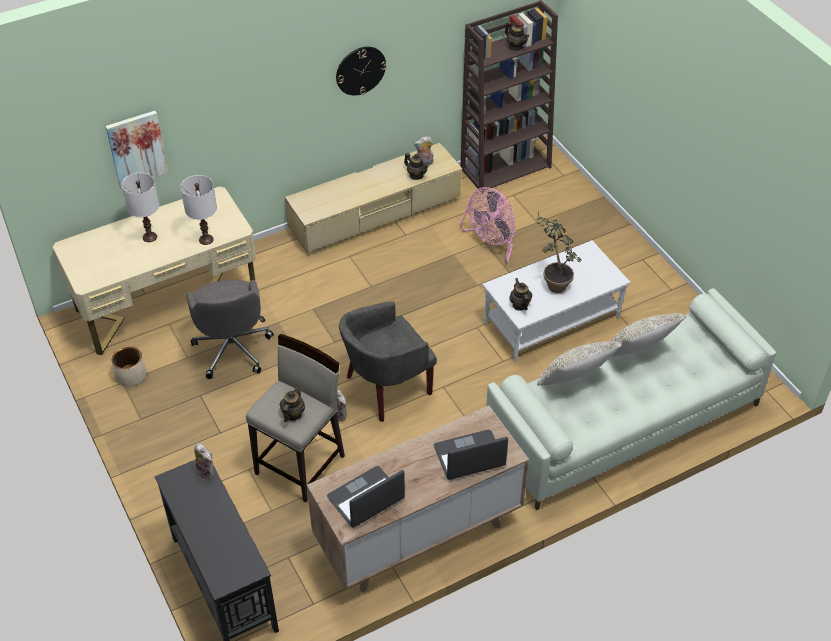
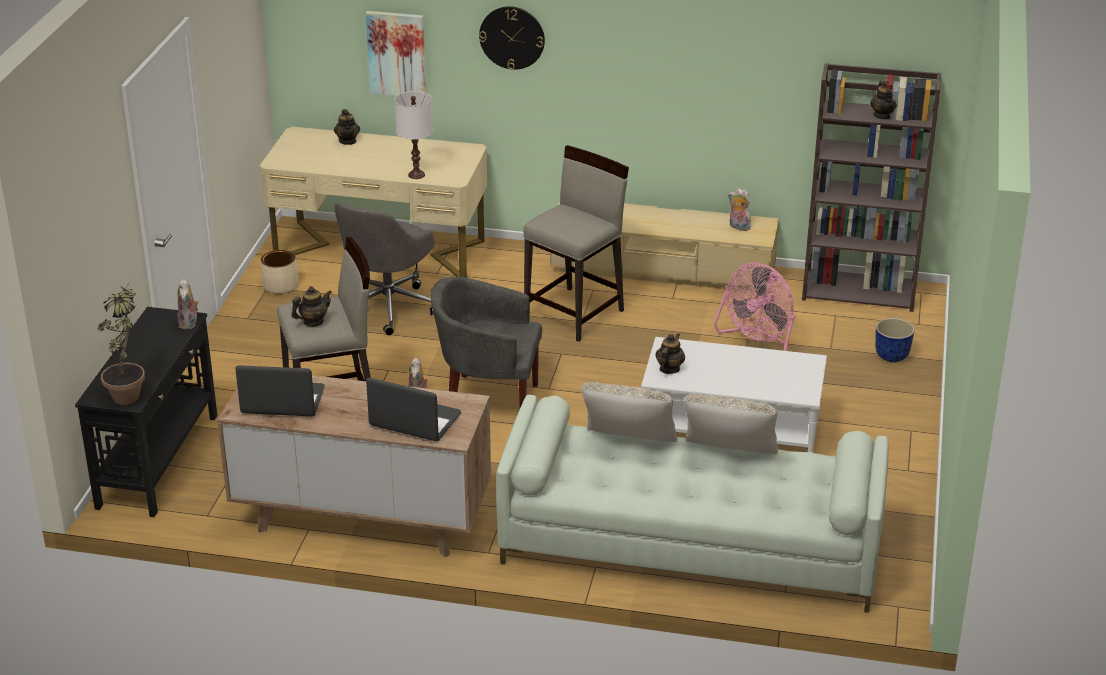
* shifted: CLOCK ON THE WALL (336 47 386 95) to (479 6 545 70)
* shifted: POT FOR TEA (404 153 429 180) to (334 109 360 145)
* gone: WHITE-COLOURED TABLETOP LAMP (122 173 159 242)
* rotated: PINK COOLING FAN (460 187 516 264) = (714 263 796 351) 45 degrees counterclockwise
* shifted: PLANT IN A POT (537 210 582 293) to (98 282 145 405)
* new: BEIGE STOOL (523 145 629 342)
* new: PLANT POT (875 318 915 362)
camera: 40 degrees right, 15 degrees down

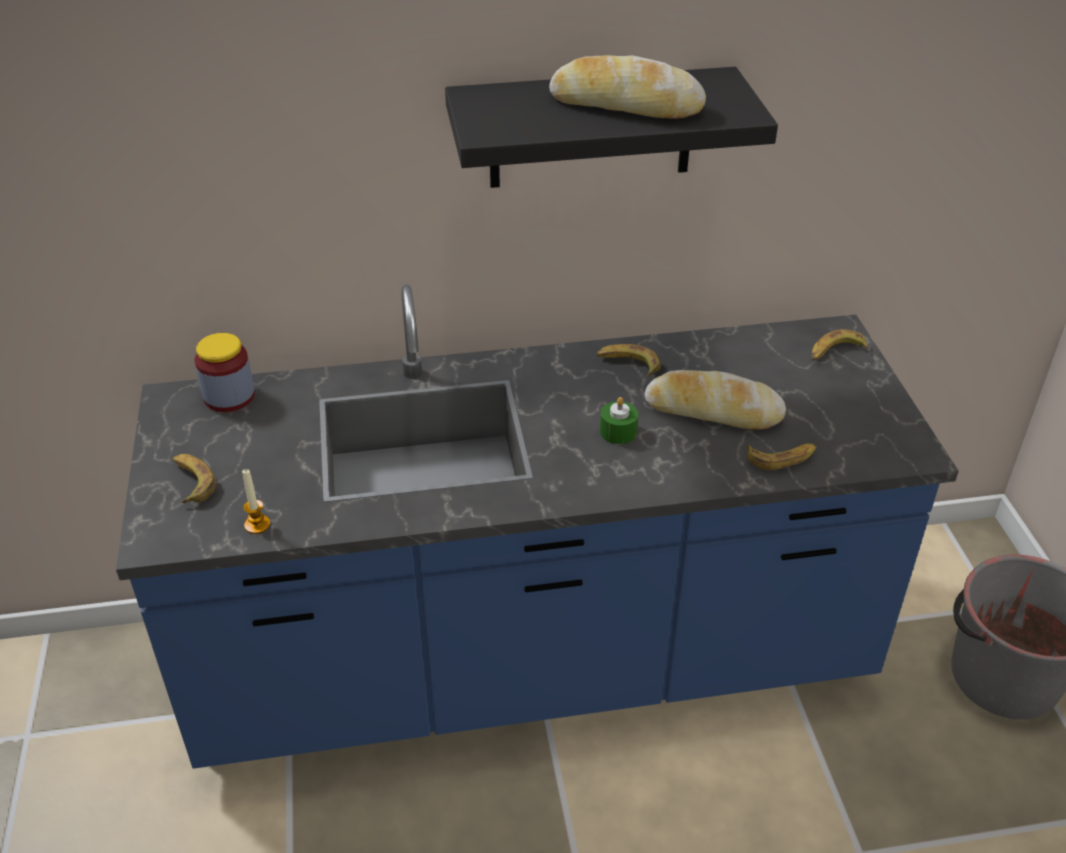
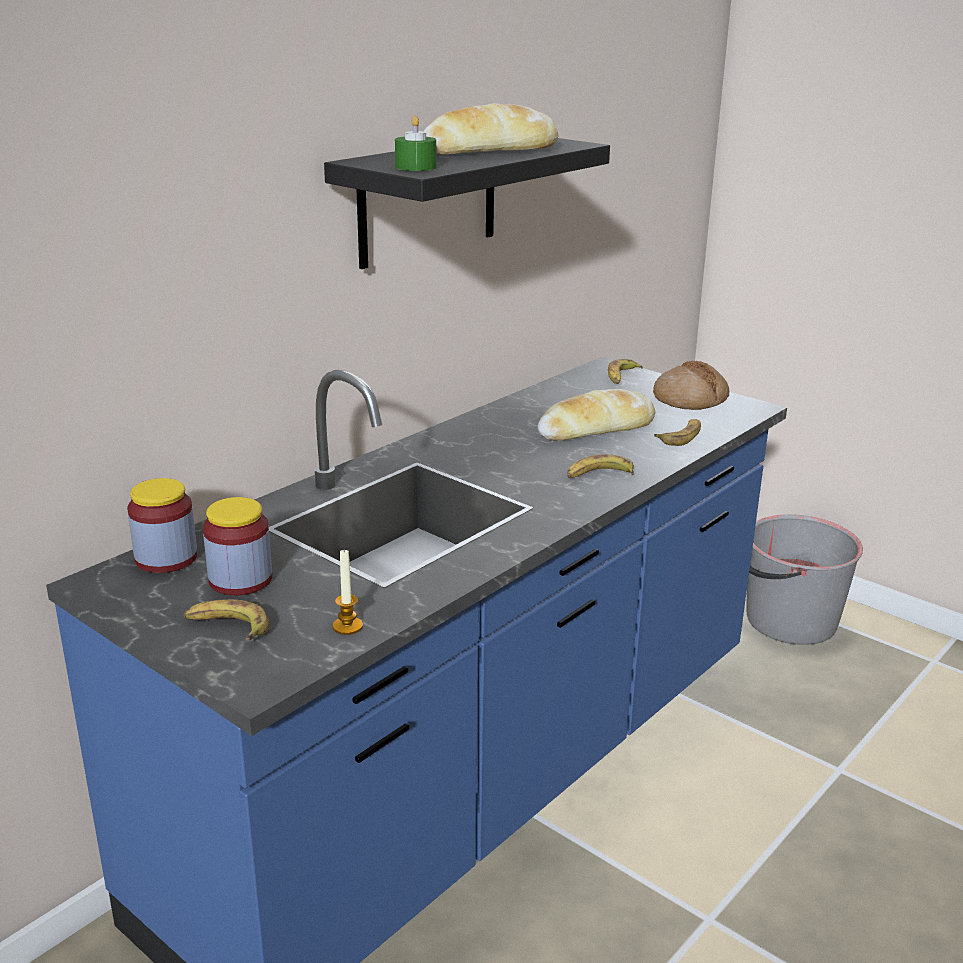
* shifted: WHOLE BANANA (597 344 661 377) to (567 454 634 478)
* shifted: GREENISH WAX LIGHT (600 397 638 444) to (395 116 436 171)
* new: BAKERY BREAD (653 361 729 410)
* new: STORAGE JAR (203 497 272 595)
camera: 40 degrees left, 15 degrees down

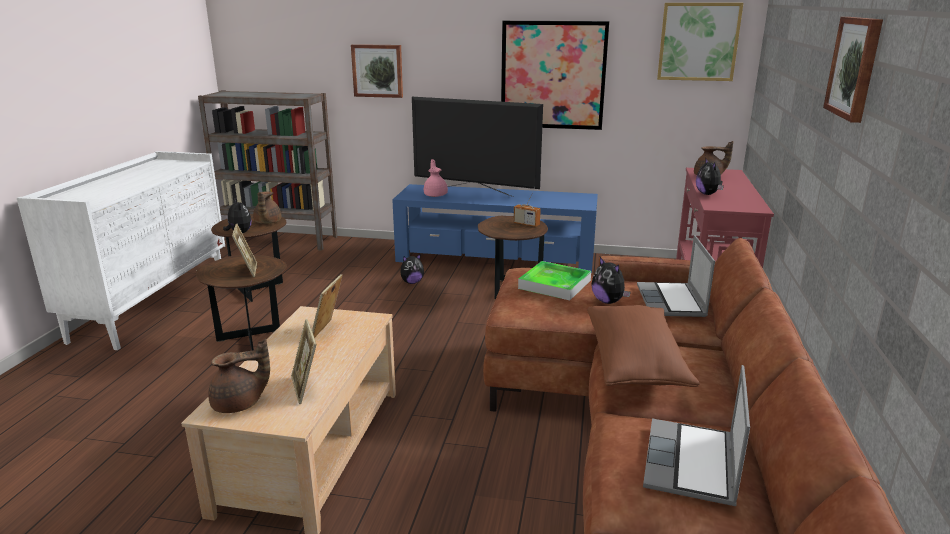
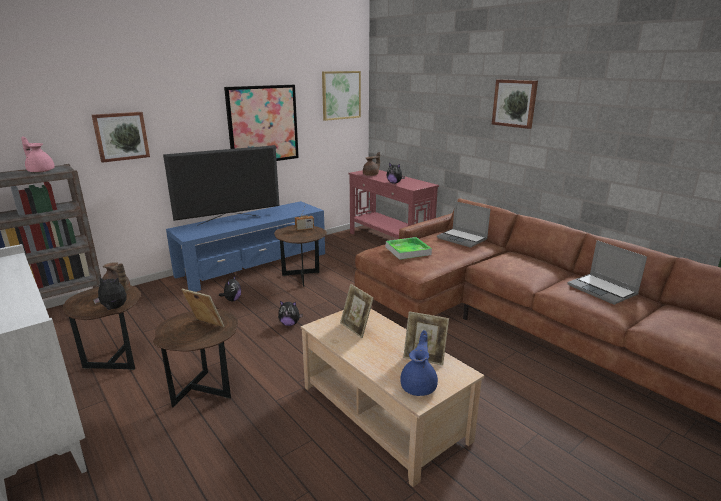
* shifted: PINK POT FOR TEA (424 159 448 197) to (21 137 55 173)
* shifted: PLUSH TOY (591 257 631 304) to (278 301 303 326)
* gone: BROWNISH CUSHION (587 305 700 387)
* repainted: BROWNISH POT FOR TEA (208 339 270 413) to BLUE POT FOR TEA (400 330 438 396)
camera: 50 degrees left, 0 degrees up

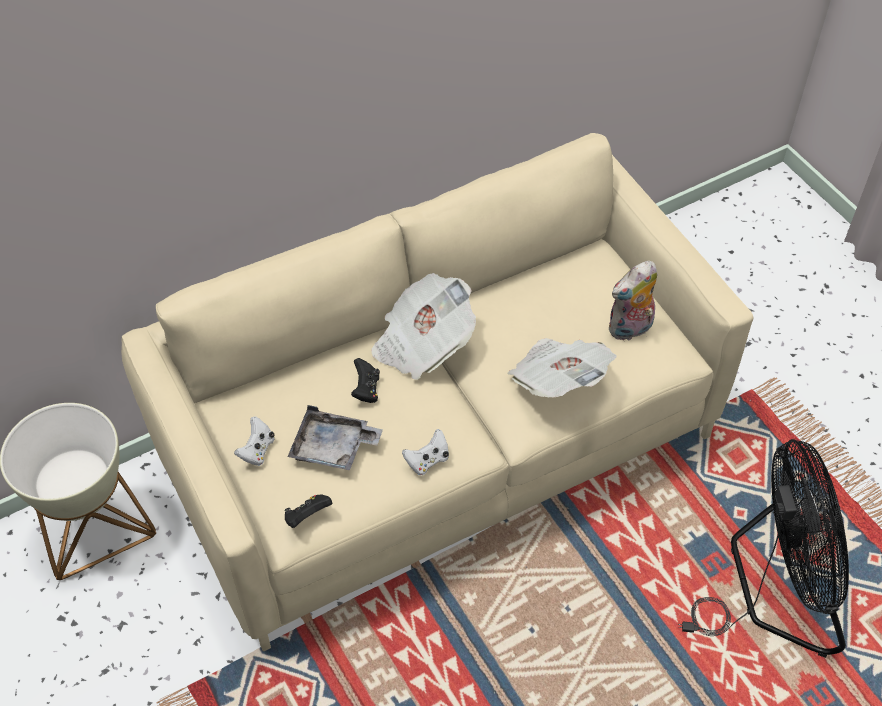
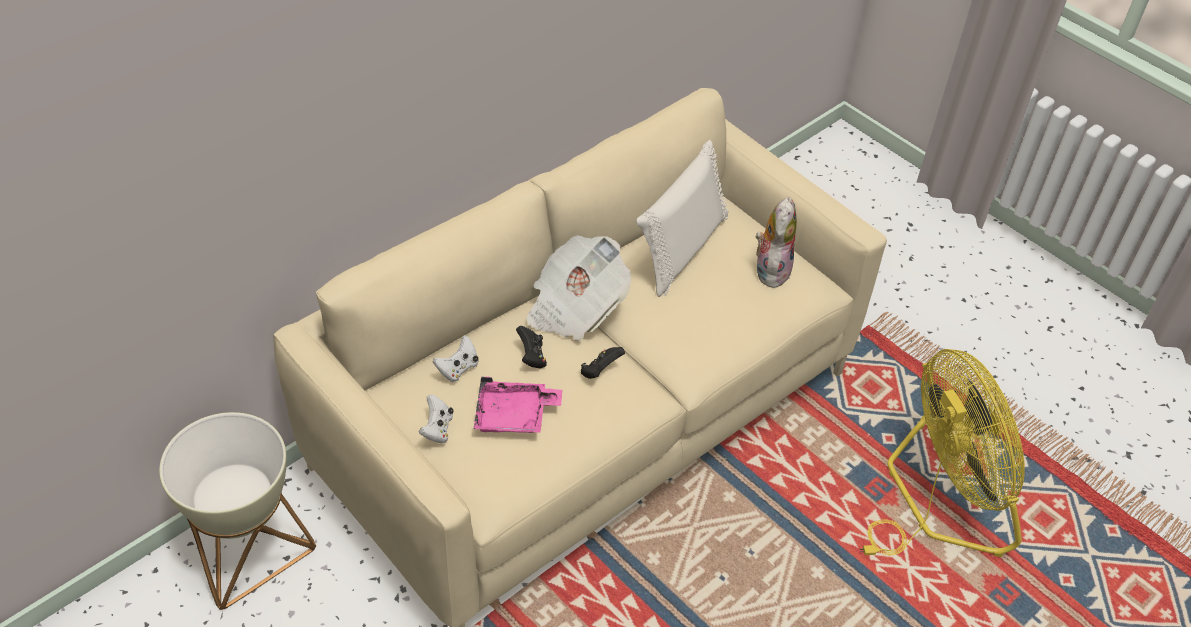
* rotated: PLUSH TOY (609 261 657 342) = (756 197 797 288) 150 degrees clockwise
* gone: NEWSPAPER (507 338 616 397)
* repainted: GREY SERVING TRAY (287 405 383 470) to PINK SERVING TRAY (474 377 562 433)
* shifted: WHITE-COLOURED JOYPAD (402 429 449 475) to (433 336 478 382)
* repainted: BLACK COOLING FAN (678 439 849 658) to YELLOW-COLOURED COOLING FAN (860 349 1025 557)
* shifted: BLACK JOYPAD (284 494 332 528) to (581 347 625 379)
* new: WHITE-COLOURED CUSHION (636 140 729 297)
camera: 15 degrees left, 5 degrees down

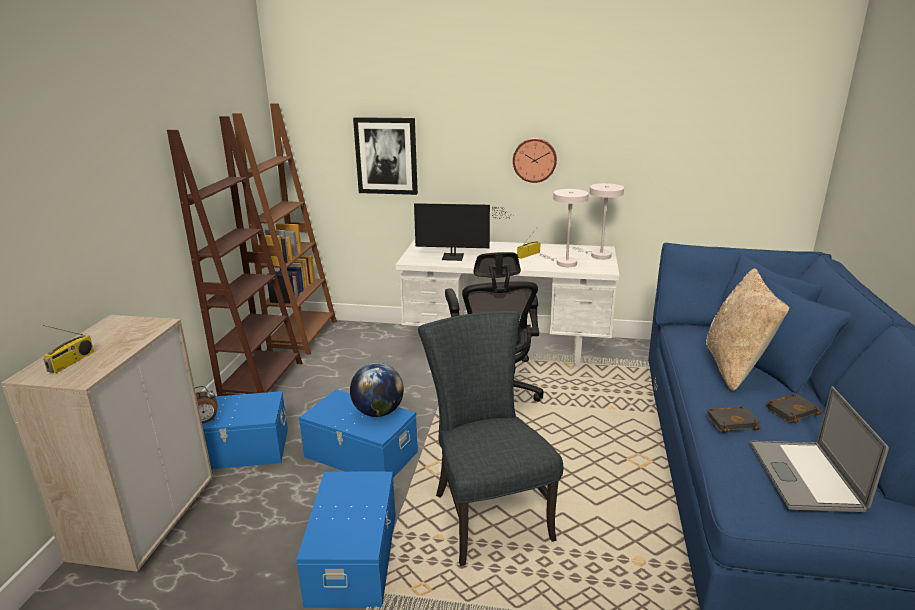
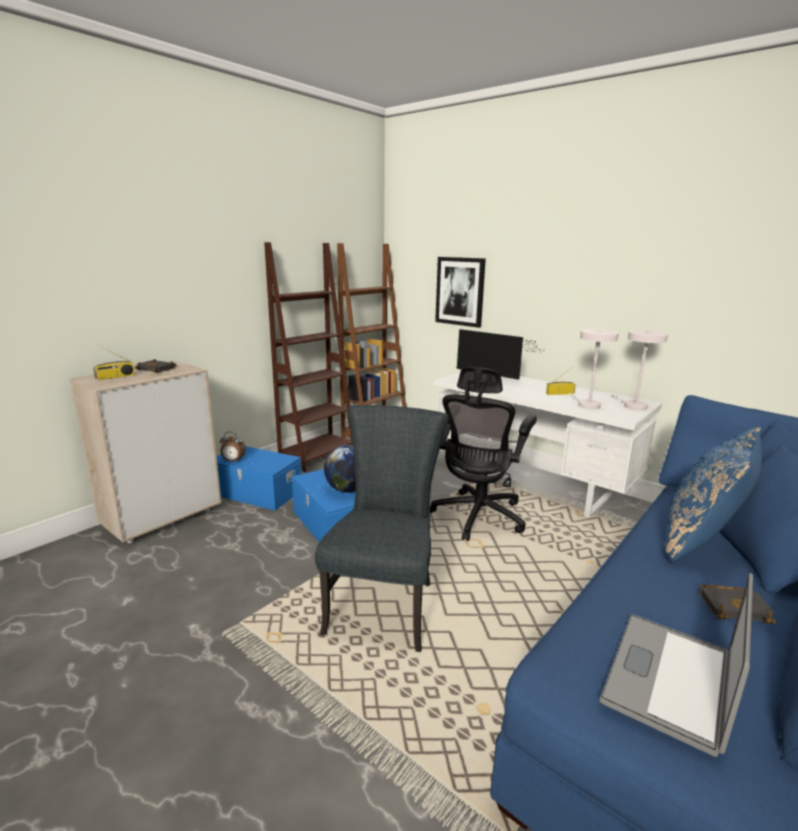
* gone: CLOCK ON THE WALL (513 138 557 183)
* repainted: BEIGE CUSHION (706 269 789 391) to BLUE CUSHION (665 426 762 562)
* shifted: BLACK VOLUME (707 406 761 433) to (135 359 177 373)
* gone: BLUE STORAGE BIN (296 472 395 608)
camera: 30 degrees right, 5 degrees down

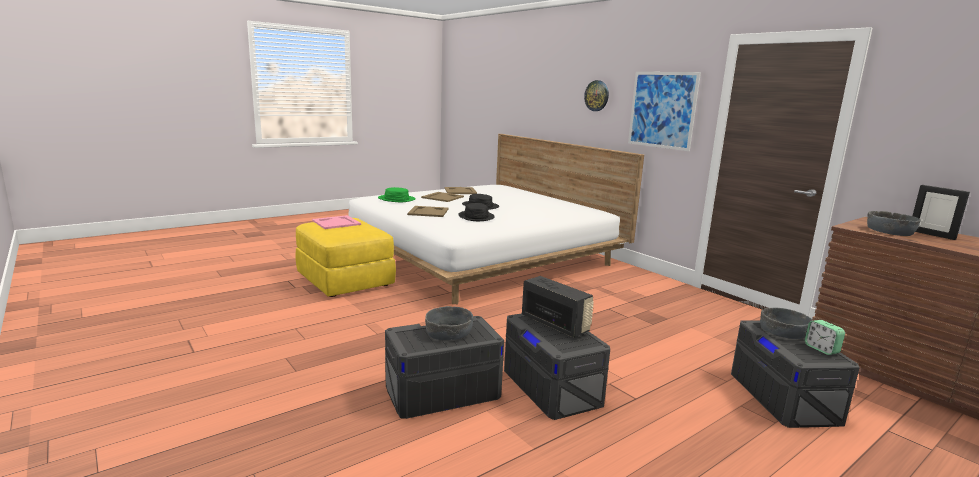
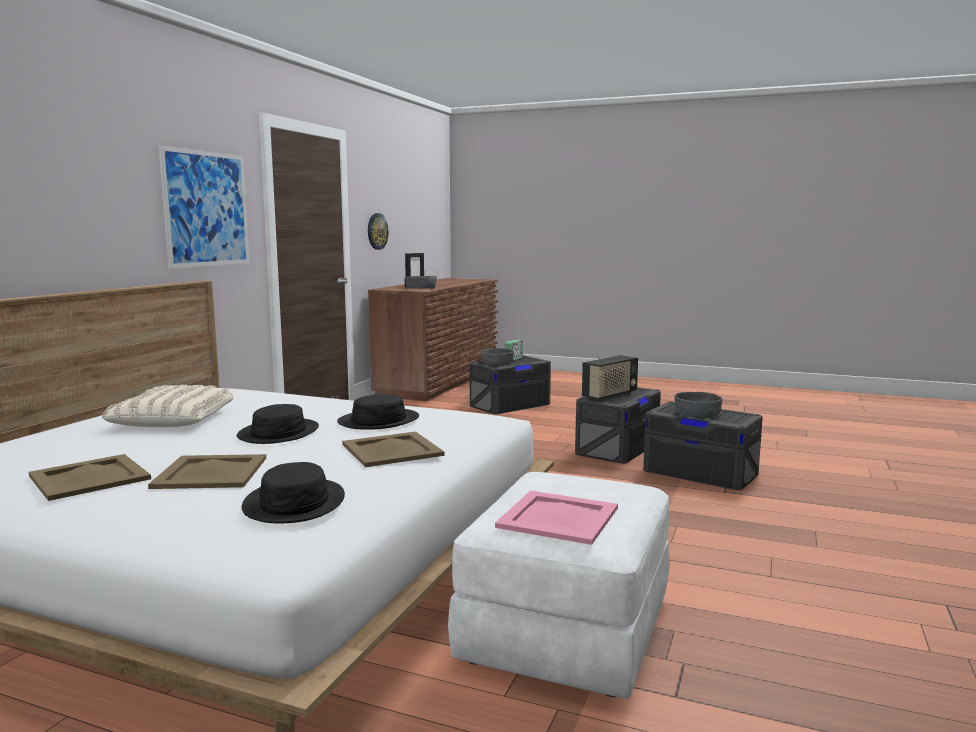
* shifted: CLOCK ON THE WALL (584 80 609 111) to (368 213 388 250)
* repainted: GREENISH HAT (378 187 416 202) to BLACK HAT (242 462 345 523)
* repainted: YELLOW-COLOURED OTTOMAN (295 218 396 297) to WHITE-COLOURED OTTOMAN (448 472 670 699)
* rotated: RADIO (522 276 594 338) = (582 355 638 400) 150 degrees counterclockwise
* new: BEIGE CUSHION (102 385 234 427)
camera: 120 degrees left, 5 degrees down

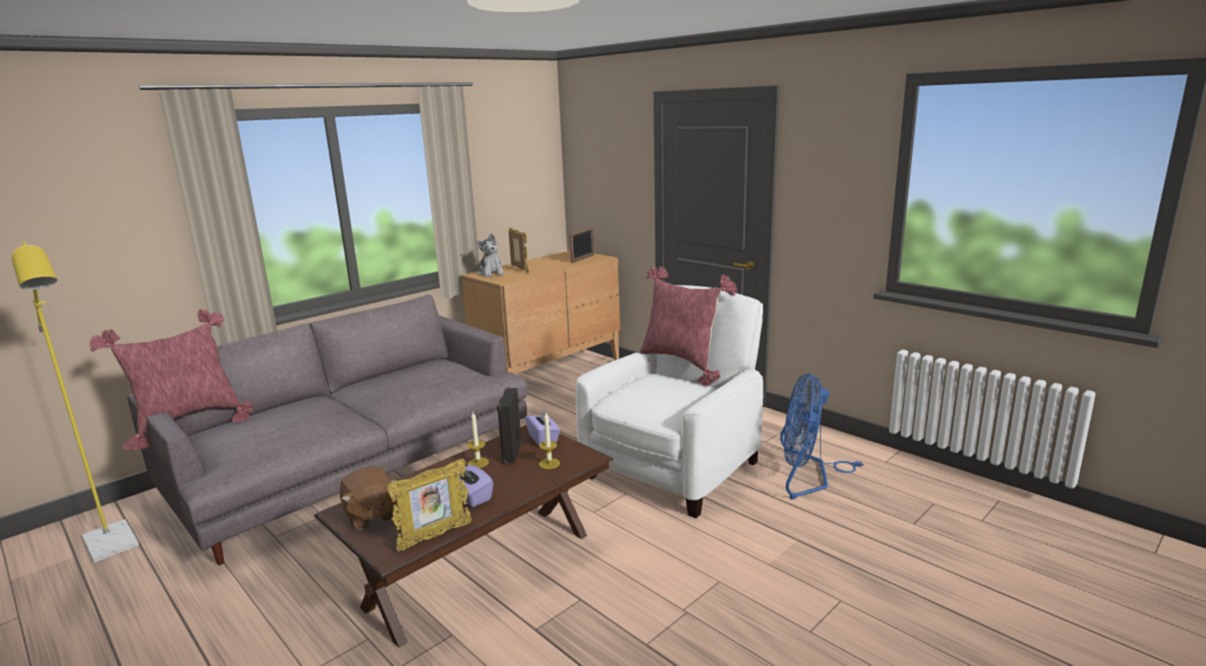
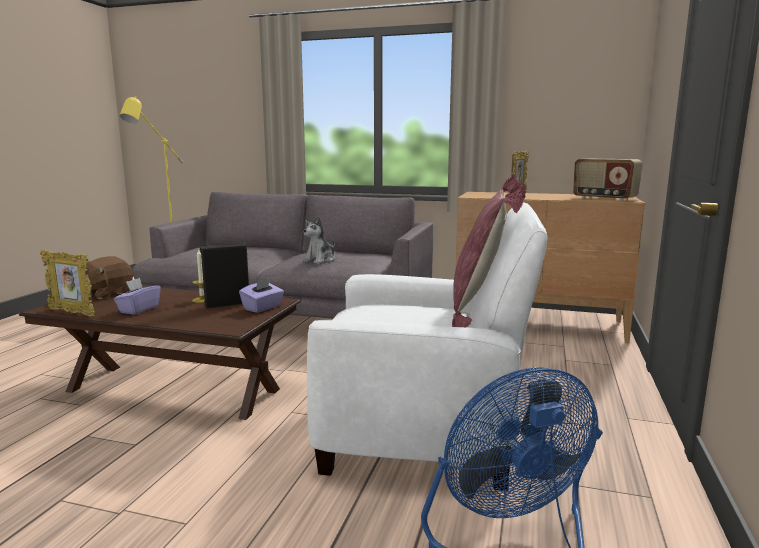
* swapped: STANDING FRAME (569 227 595 263) to RADIO (573 159 643 201)
* shifted: PLUSH TOY (477 234 505 277) to (303 216 335 263)
* gone: RED-COLOURED CUSHION (90 309 255 451)
* gone: WAX LIGHT (539 413 560 469)
camera: 60 degrees right, 5 degrees down

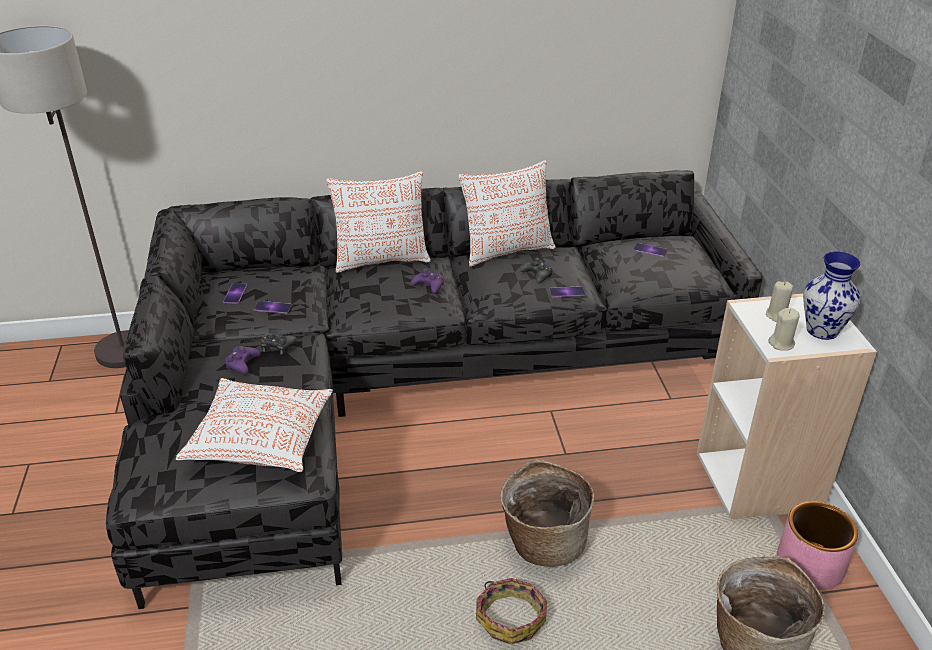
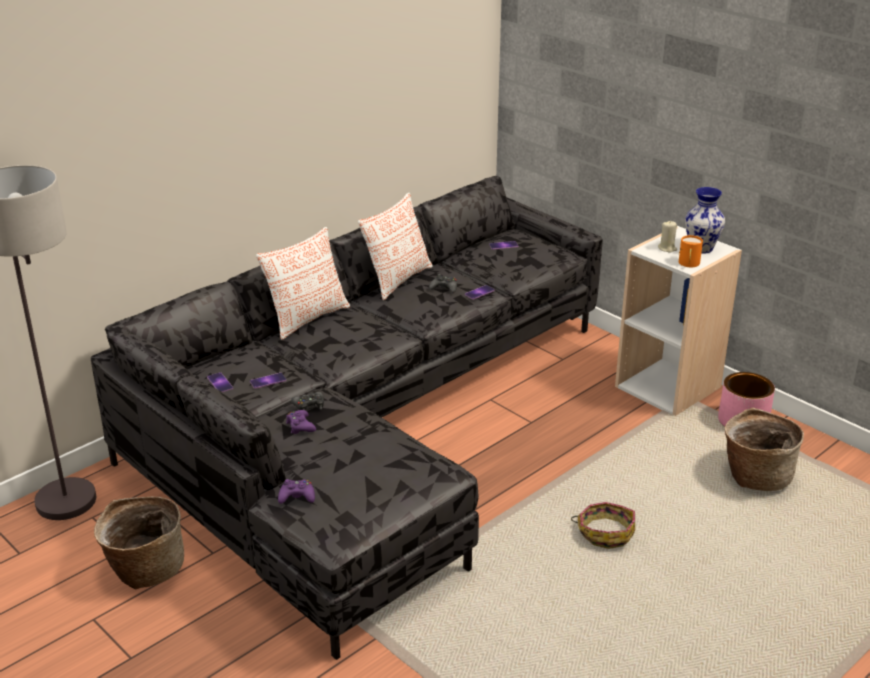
* shifted: PURPLISH JOYPAD (411 269 444 294) to (278 479 315 504)
* swapped: BEIGE WAX LIGHT (768 308 799 351) to ORANGE TEA MUG (679 235 703 267)
* gone: WHITE-COLOURED CUSHION (176 378 333 472)
* shifted: HOUSEHOLD BASKET (500 459 594 567) to (94 497 184 589)
camera: 35 degrees left, 5 degrees down

